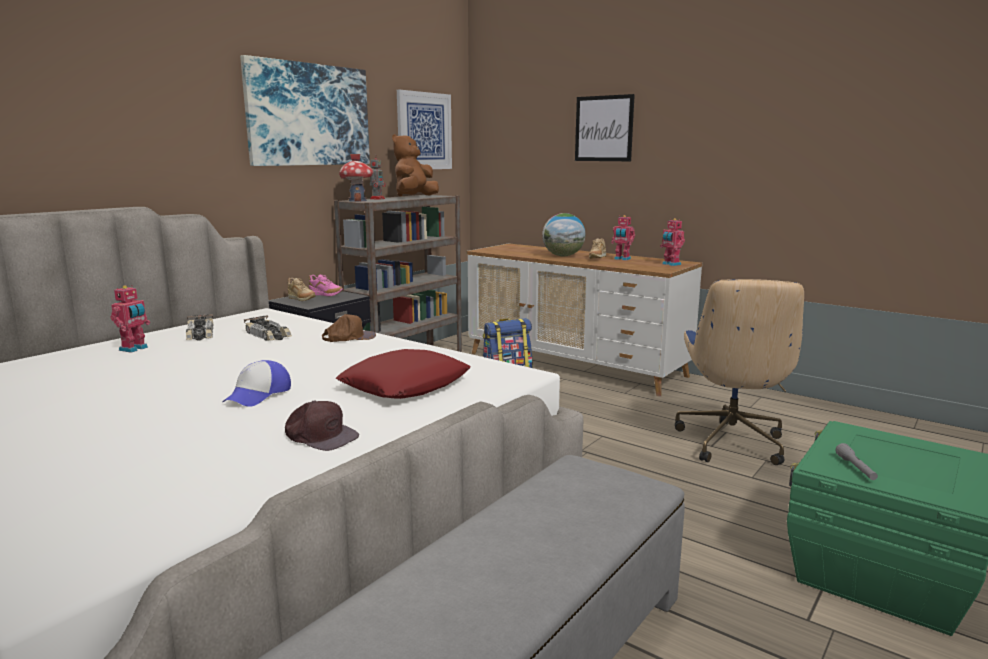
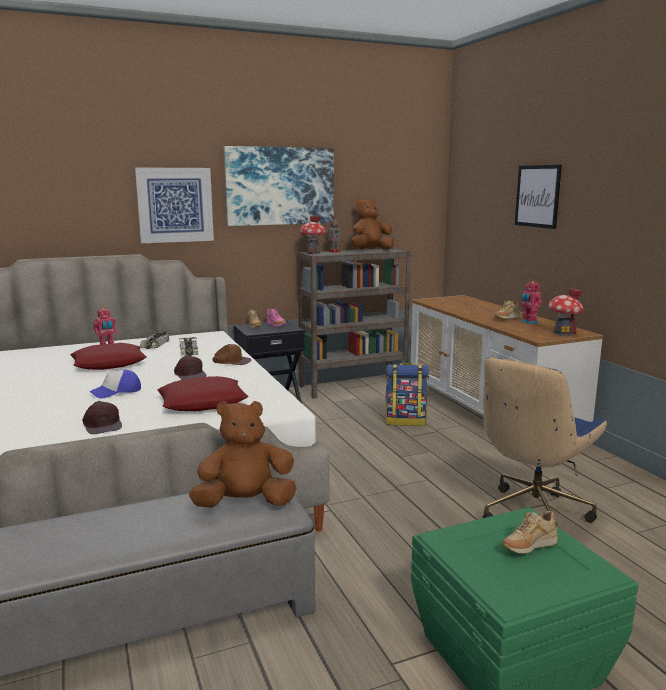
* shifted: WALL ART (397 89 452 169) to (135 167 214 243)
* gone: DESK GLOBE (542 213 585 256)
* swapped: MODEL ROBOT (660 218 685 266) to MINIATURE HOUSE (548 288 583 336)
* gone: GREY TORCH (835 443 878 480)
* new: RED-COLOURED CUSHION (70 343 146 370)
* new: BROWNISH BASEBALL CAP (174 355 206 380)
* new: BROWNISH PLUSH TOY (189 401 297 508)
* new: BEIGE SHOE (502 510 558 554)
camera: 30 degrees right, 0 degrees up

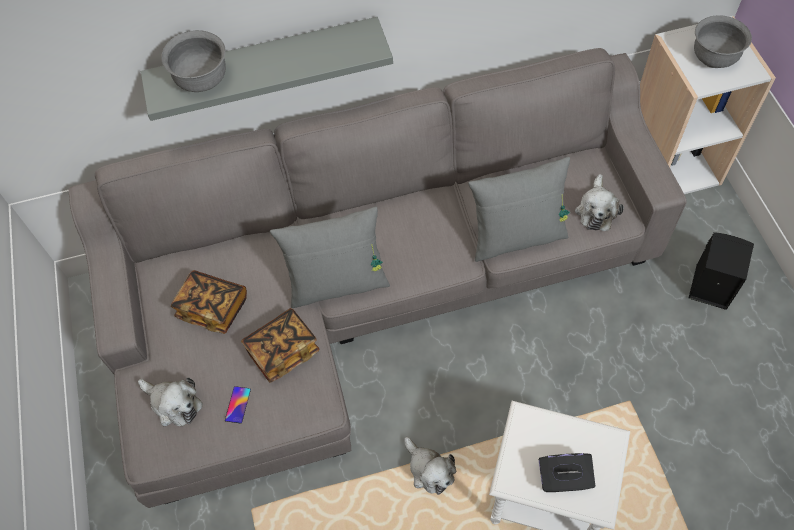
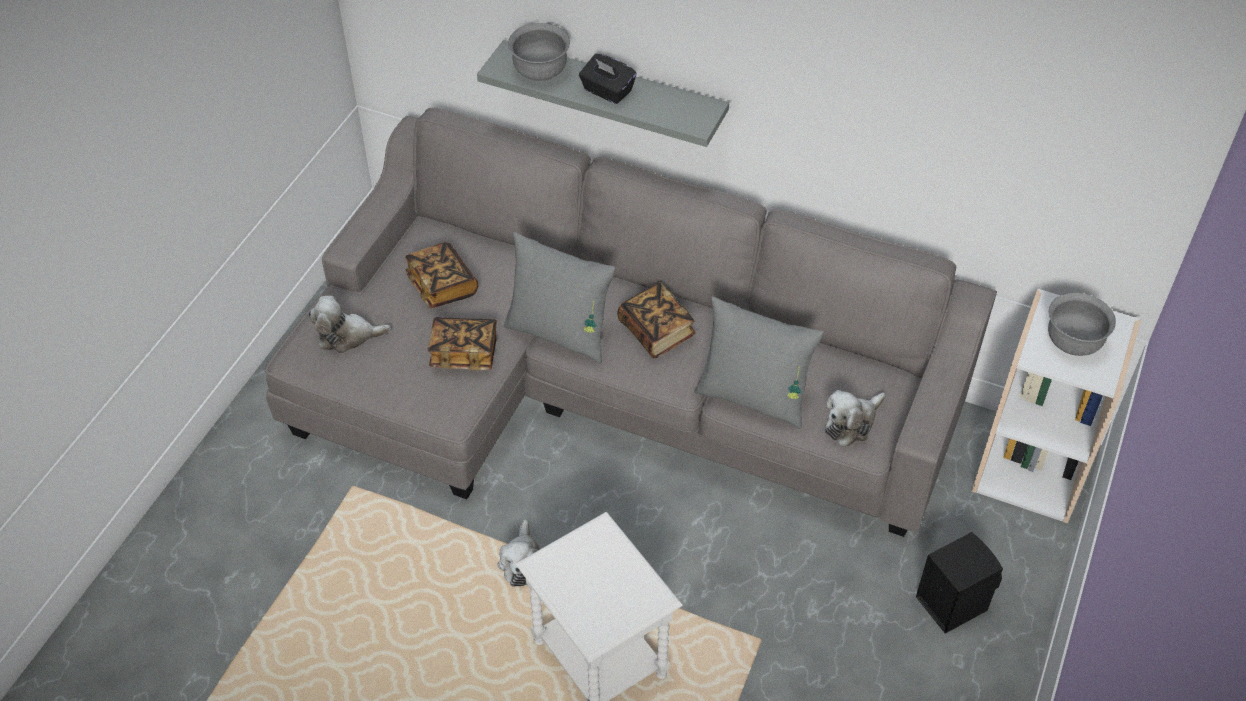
* rotated: PLUSH TOY (138 378 203 426) = (309 296 391 353) 105 degrees clockwise
* gone: HANDSET (225 386 251 424)
* shifted: BLACK BOX OF TISSUES (539 453 595 492) to (579 54 637 104)
* new: VOLUME (617 283 696 358)
camera: 35 degrees right, 10 degrees down

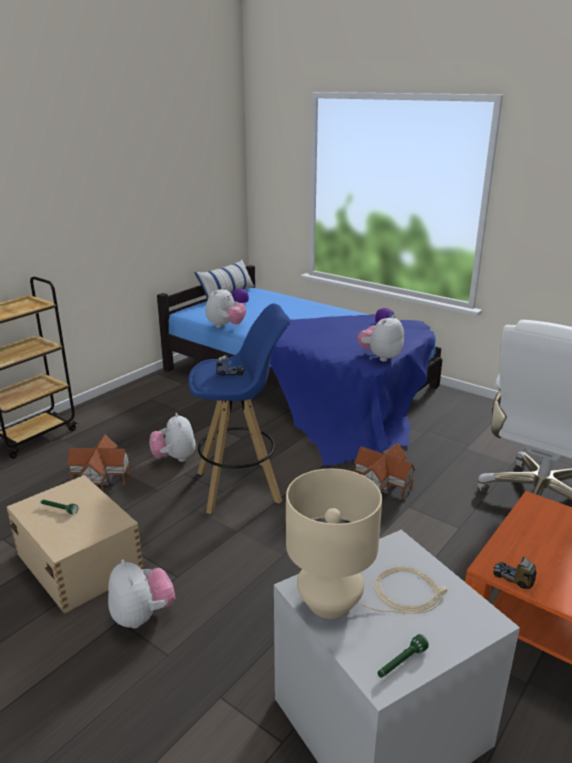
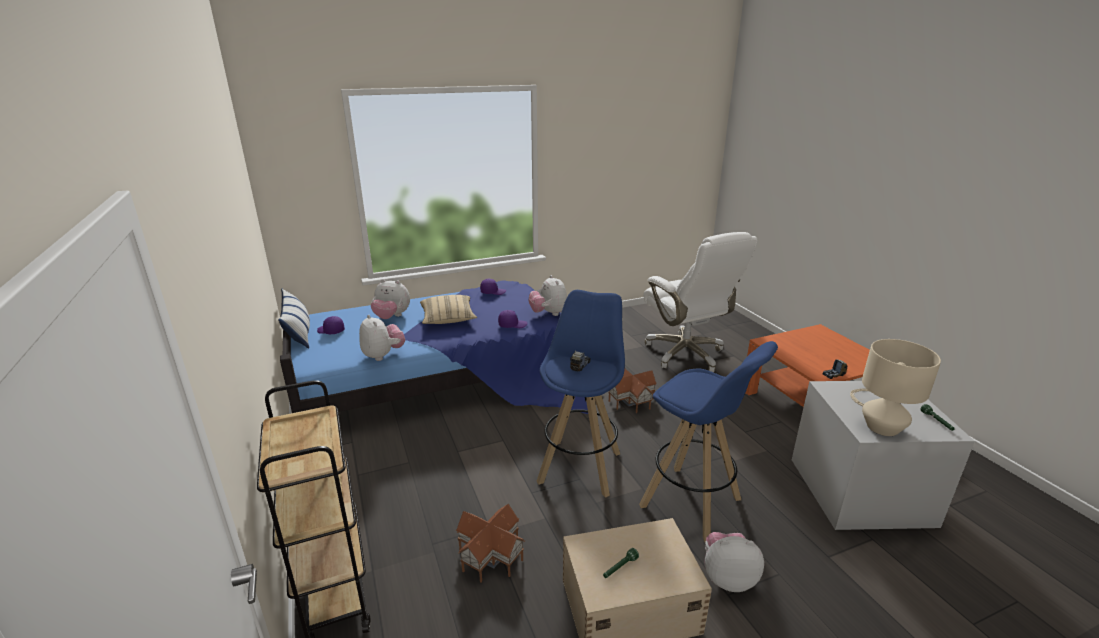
* shifted: PLUSH TOY (149 413 196 462) to (371 279 410 319)
* new: BEIGE CUSHION (420 295 477 324)
* new: PURPLISH BASEBALL CAP (498 310 528 328)
* new: BLUE STOOL (639 341 778 542)
camera: 60 degrees left, 0 degrees up

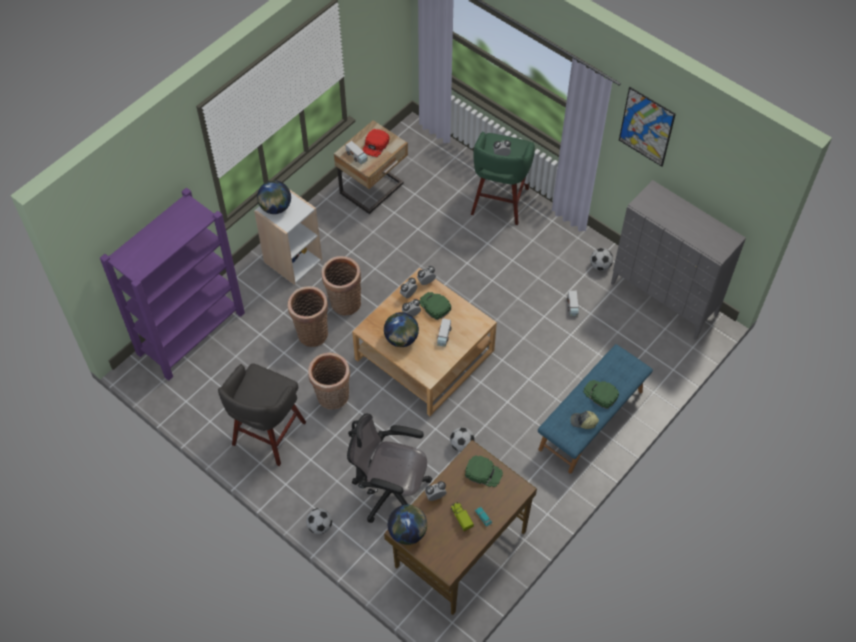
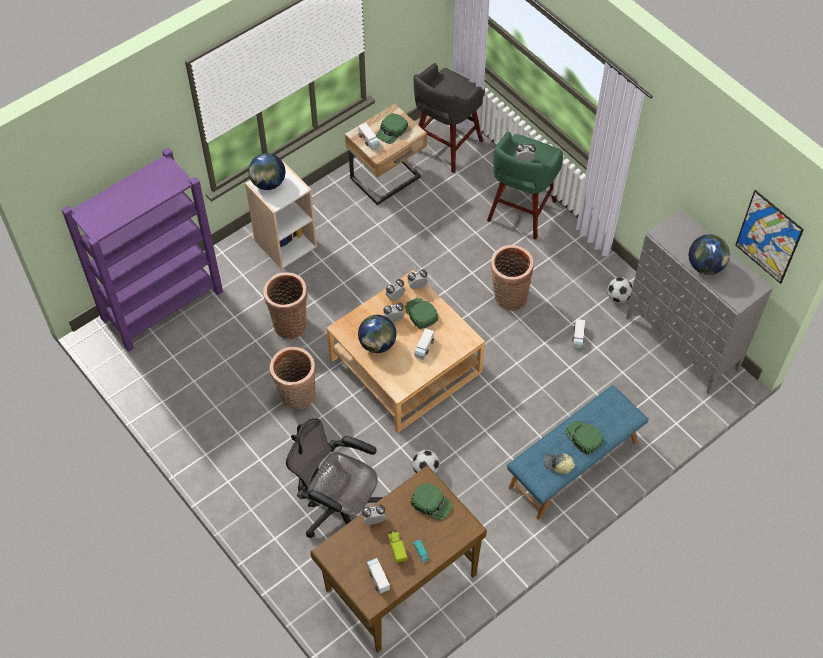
* shifted: WALL ART (619 87 676 167) to (735 190 804 284)
* repainted: RED-COLOURED BASEBALL CAP (363 129 390 157) to GREENISH BASEBALL CAP (376 113 408 144)
* shifted: HOUSEHOLD BASKET (321 256 361 316) to (491 245 534 310)
* shifted: GREY STOOL (218 363 306 466) to (413 63 485 173)
* shifted: DESK GLOBE (388 504 427 545) to (689 234 730 275)
* gone: FOOTBALL (306 508 332 534)
* new: TOY LORRY (367 558 390 594)
camera: 10 degrees right, 0 degrees up

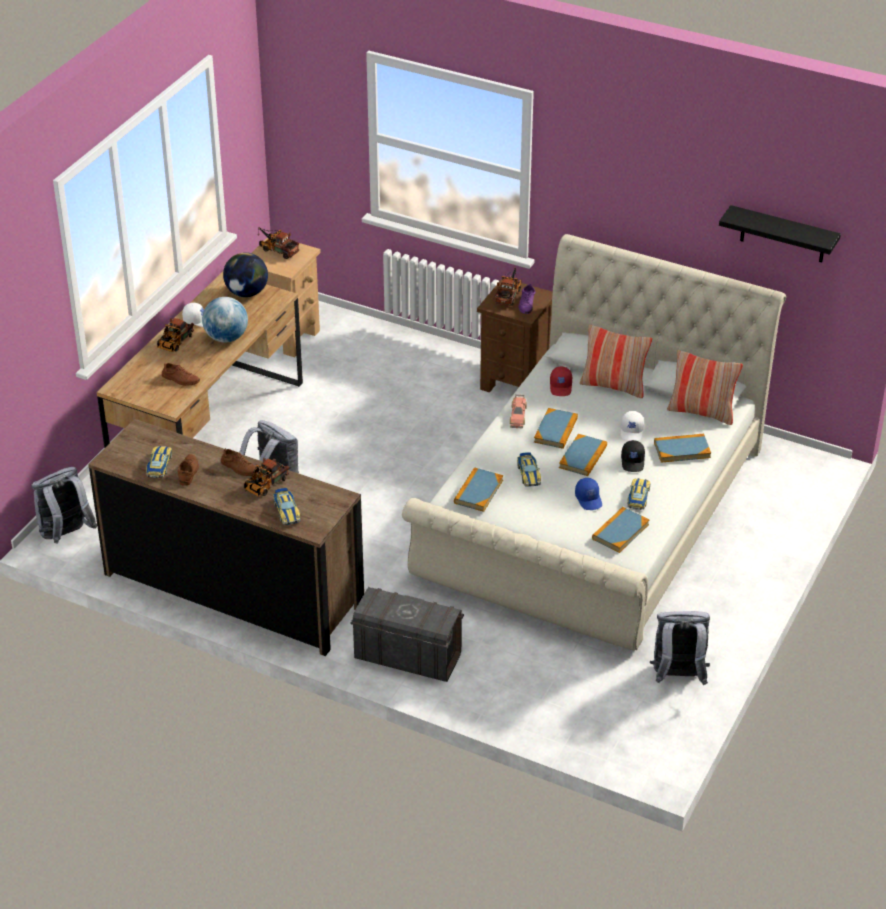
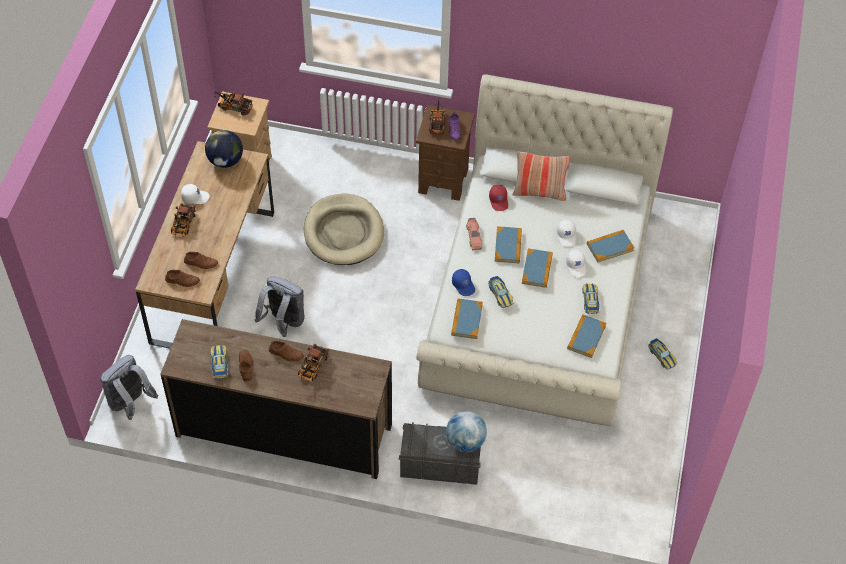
* gone: BLACK SHELF (719 205 841 262)
* shifted: DESK GLOBE (202 297 248 343) to (446 411 487 452)
* gone: CUSHION (667 350 743 425)
* repainted: BLACK BASEBALL CAP (621 440 645 472) to WHITE-COLOURED BASEBALL CAP (566 250 586 277)
* shifted: BLUE BASEBALL CAP (575 478 602 510) to (452 269 475 296)
* shifted: MINIATURE CAR (273 488 300 525) to (648 338 677 369)
* gone: GREY BACKPACK (649 611 710 685)
* new: BEIGE DOG BED (304 194 384 265)
* new: BROWNISH SHOE (165 270 200 287)
camera: 15 degrees left, 15 degrees up

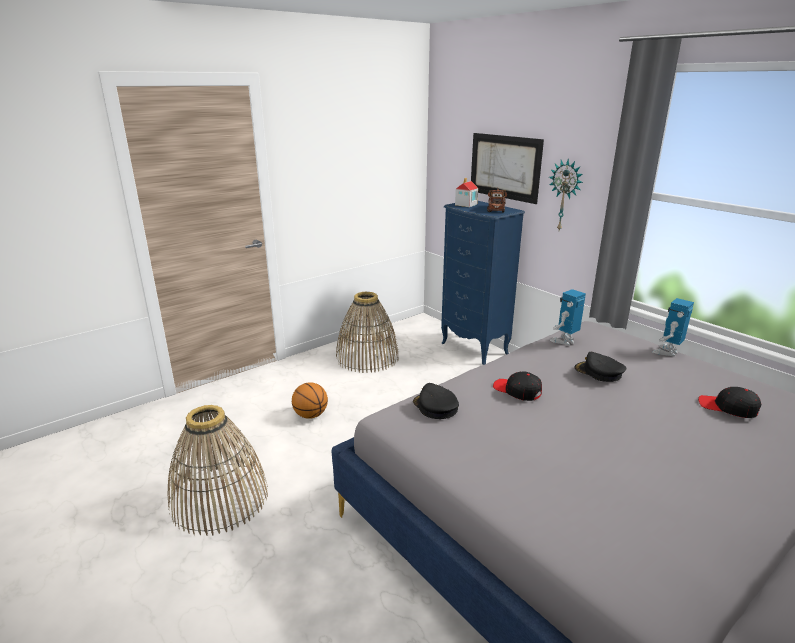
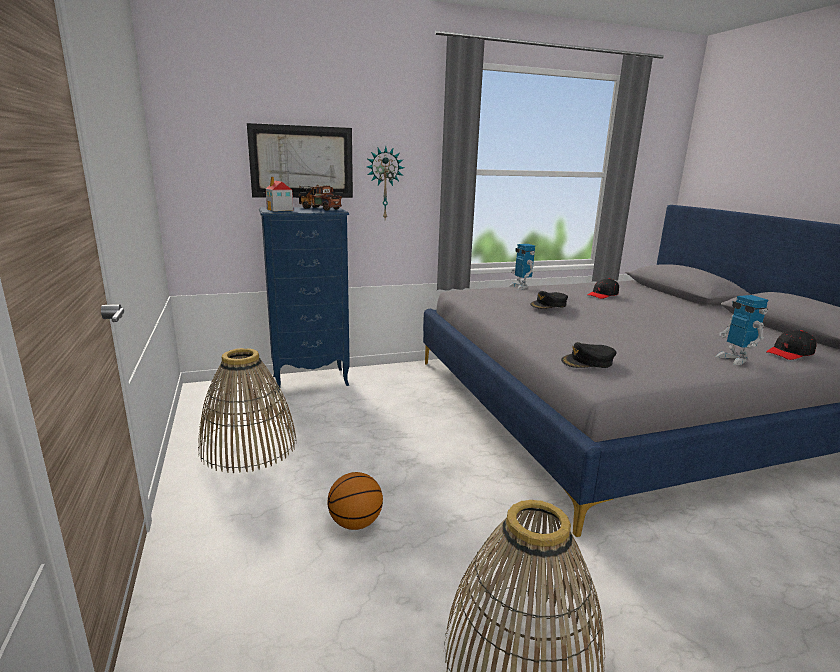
* shifted: MODEL ROBOT (550 289 586 346) to (716 295 768 365)
* shifted: BLACK BASEBALL CAP (493 371 542 401) to (766 330 817 360)
camera: 70 degrees left, 5 degrees down

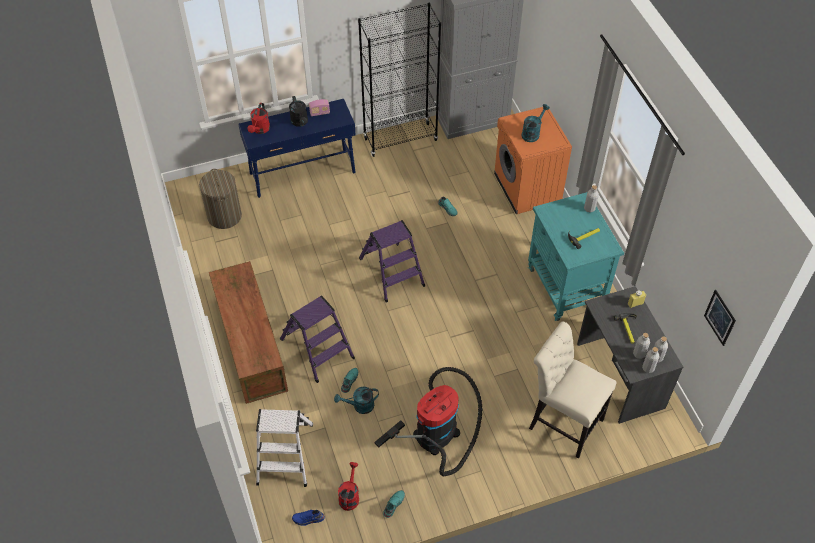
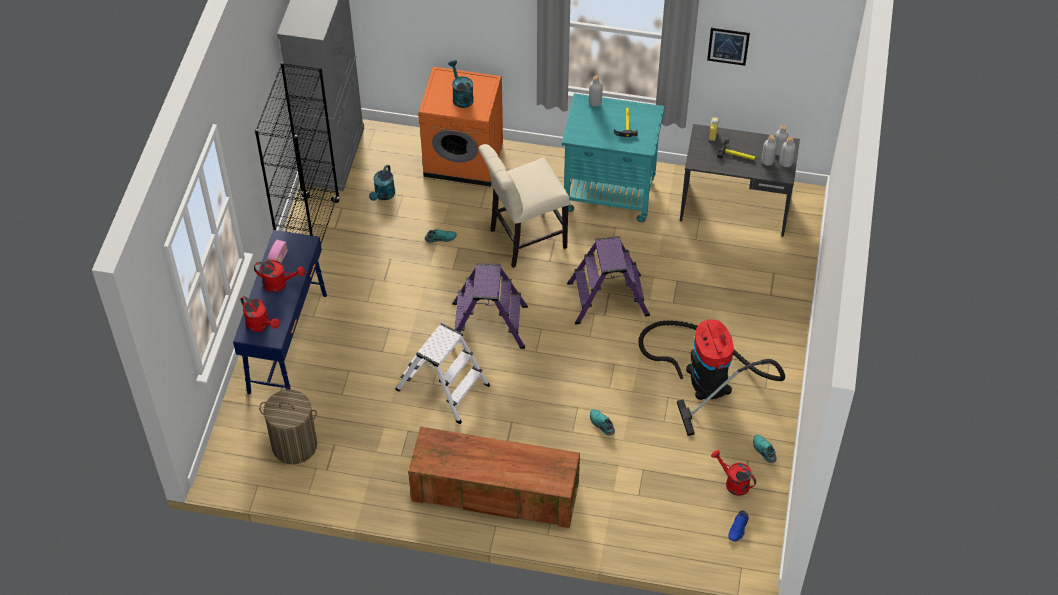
* repainted: BLACK WATERING POT (289 96 308 127) to RED-COLOURED WATERING POT (254 260 305 292)
* shifted: WALL ART (704 290 736 346) to (707 28 750 66)
* shifted: PURPLISH STEP LADDER (280 295 355 383) to (567 236 650 325)
* shifted: BEIGE STOOL (529 321 617 459) to (479 144 569 268)
* shifted: TURQUOISE-COLOURED WATERING POT (334 387 379 414) to (369 165 395 201)
* shifted: WHITE-COLOURED STEP LADDER (256 409 313 487) to (395 323 490 424)
camera: 60 degrees left, 0 degrees up

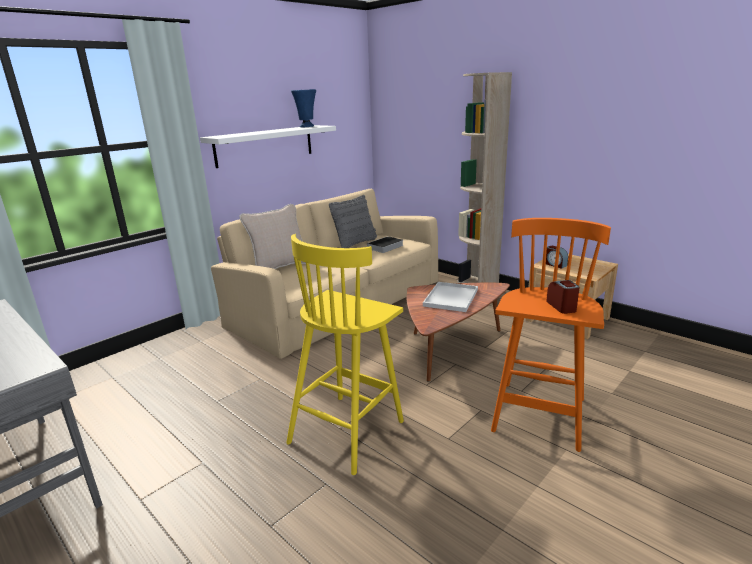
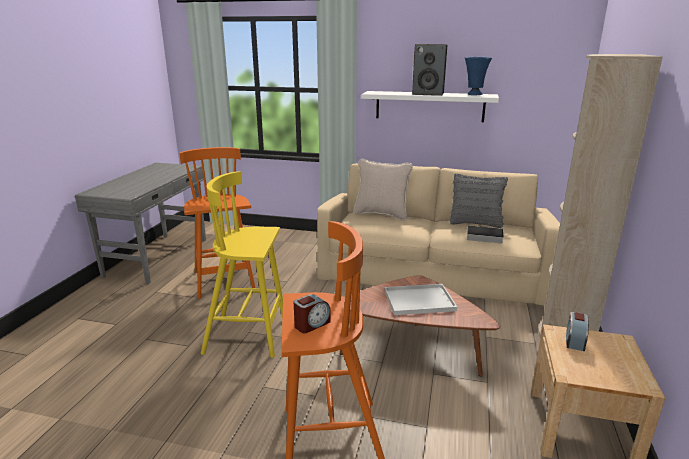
* new: AUDIO SPEAKER (412 44 447 96)
* new: ORANGE STOOL (179 147 255 299)
camera: 60 degrees right, 0 degrees up

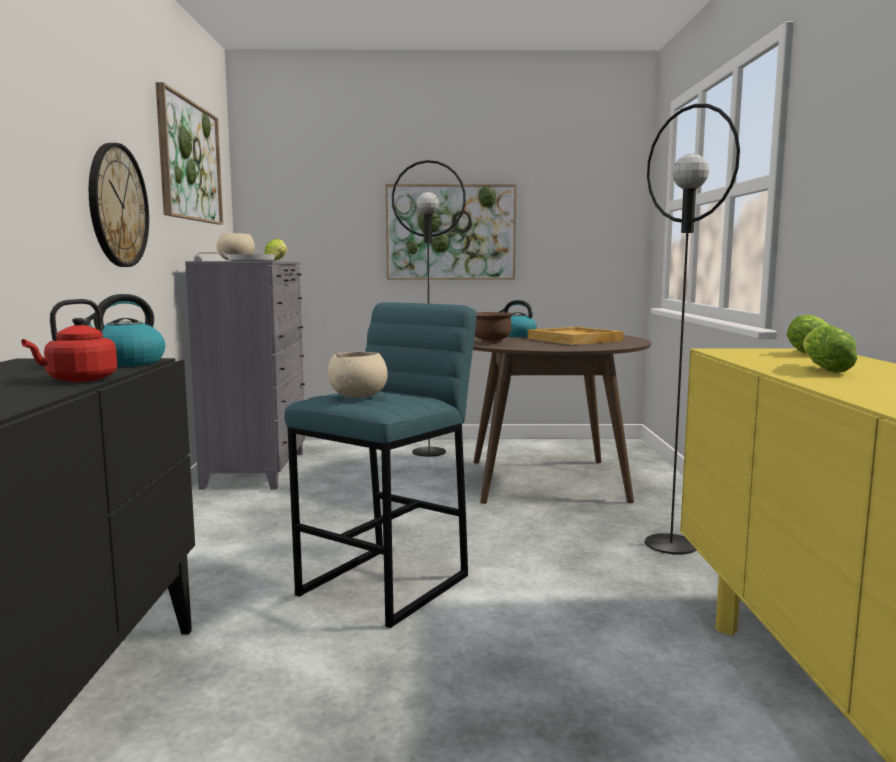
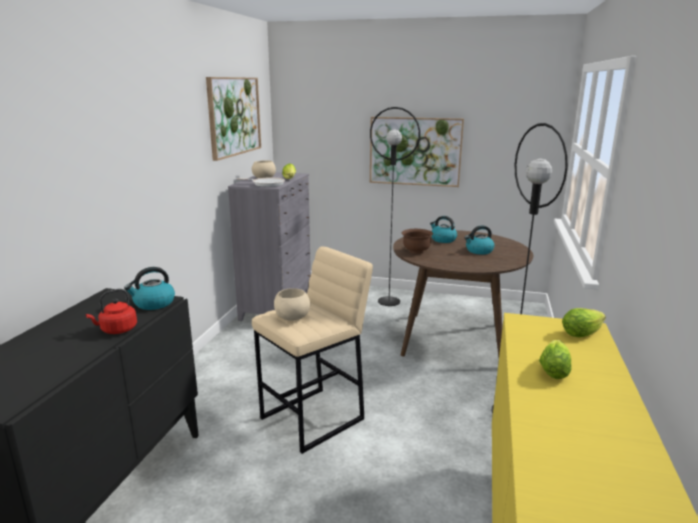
* gone: CLOCK ON THE WALL (89 143 149 267)
* repainted: TURQUOISE-COLOURED STOOL (284 302 477 628) to BEIGE STOOL (252 247 373 454)
* swapped: BEIGE SERVING TRAY (528 327 623 345) to KETTLE (464 225 495 255)
camera: 15 degrees right, 10 degrees up

